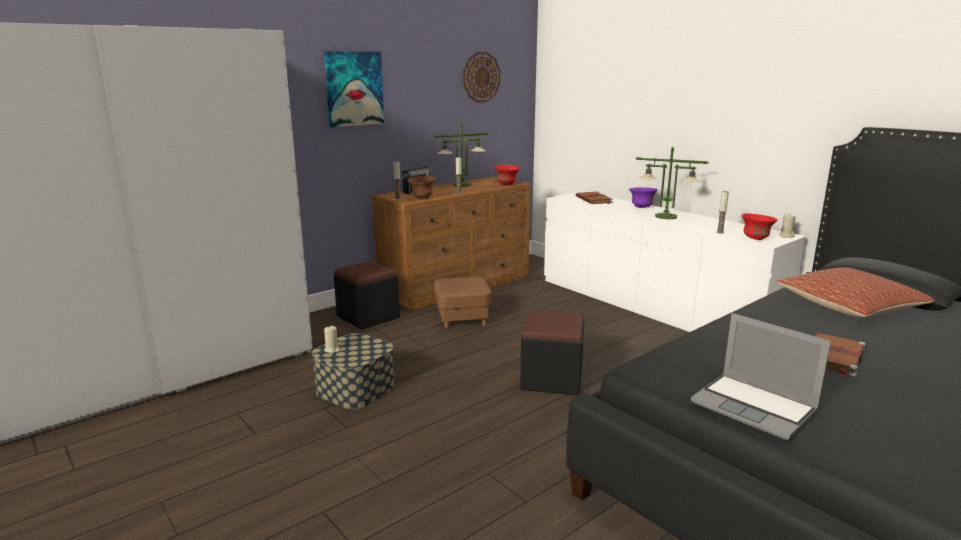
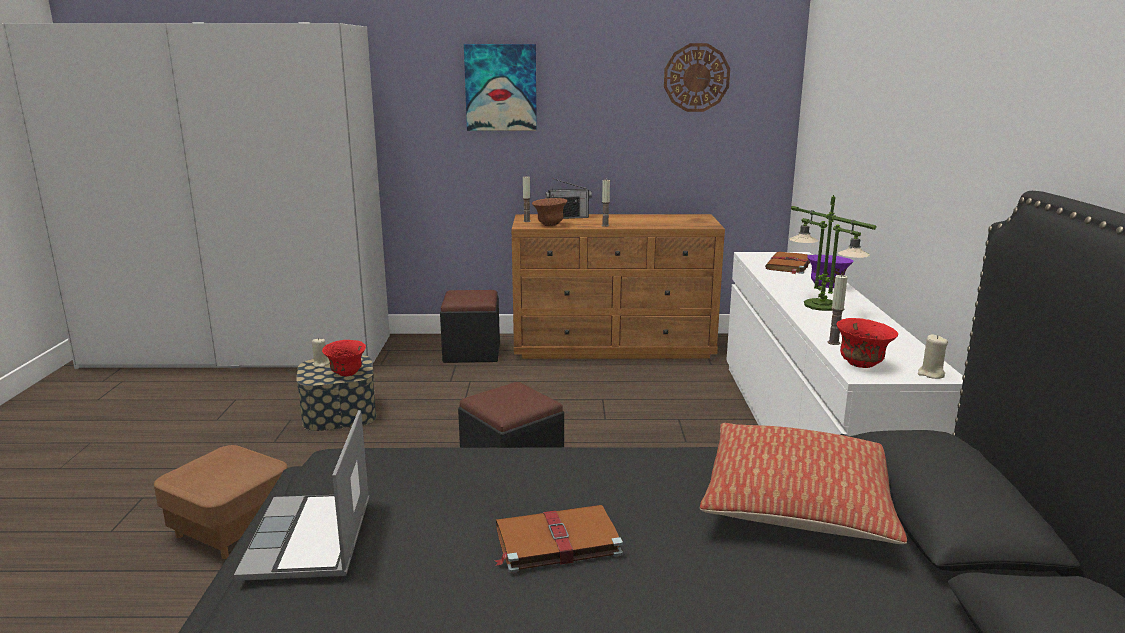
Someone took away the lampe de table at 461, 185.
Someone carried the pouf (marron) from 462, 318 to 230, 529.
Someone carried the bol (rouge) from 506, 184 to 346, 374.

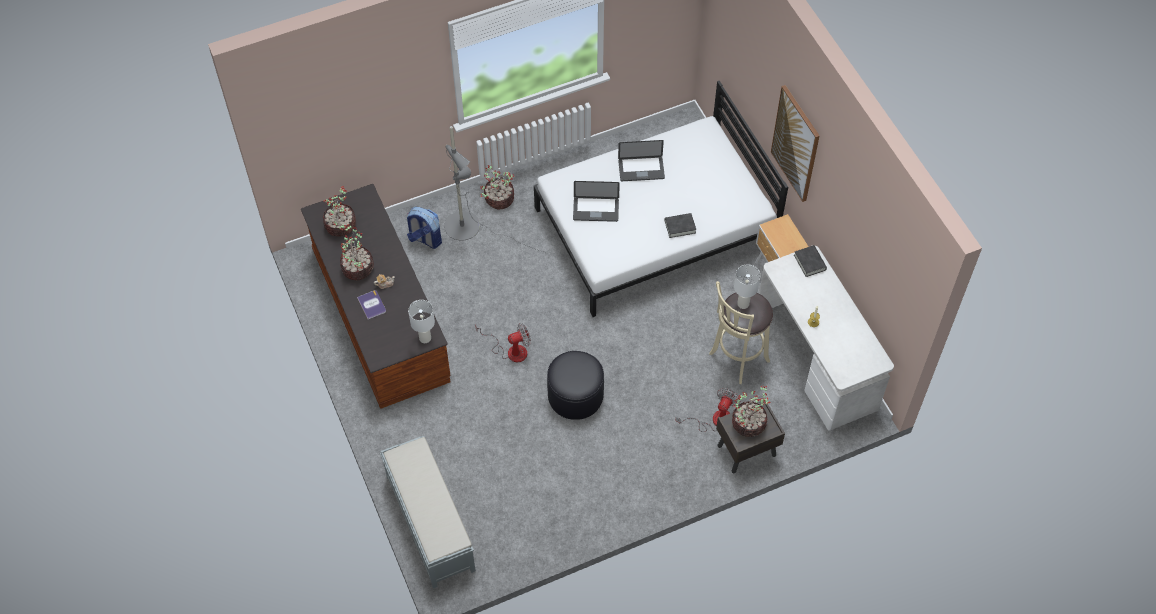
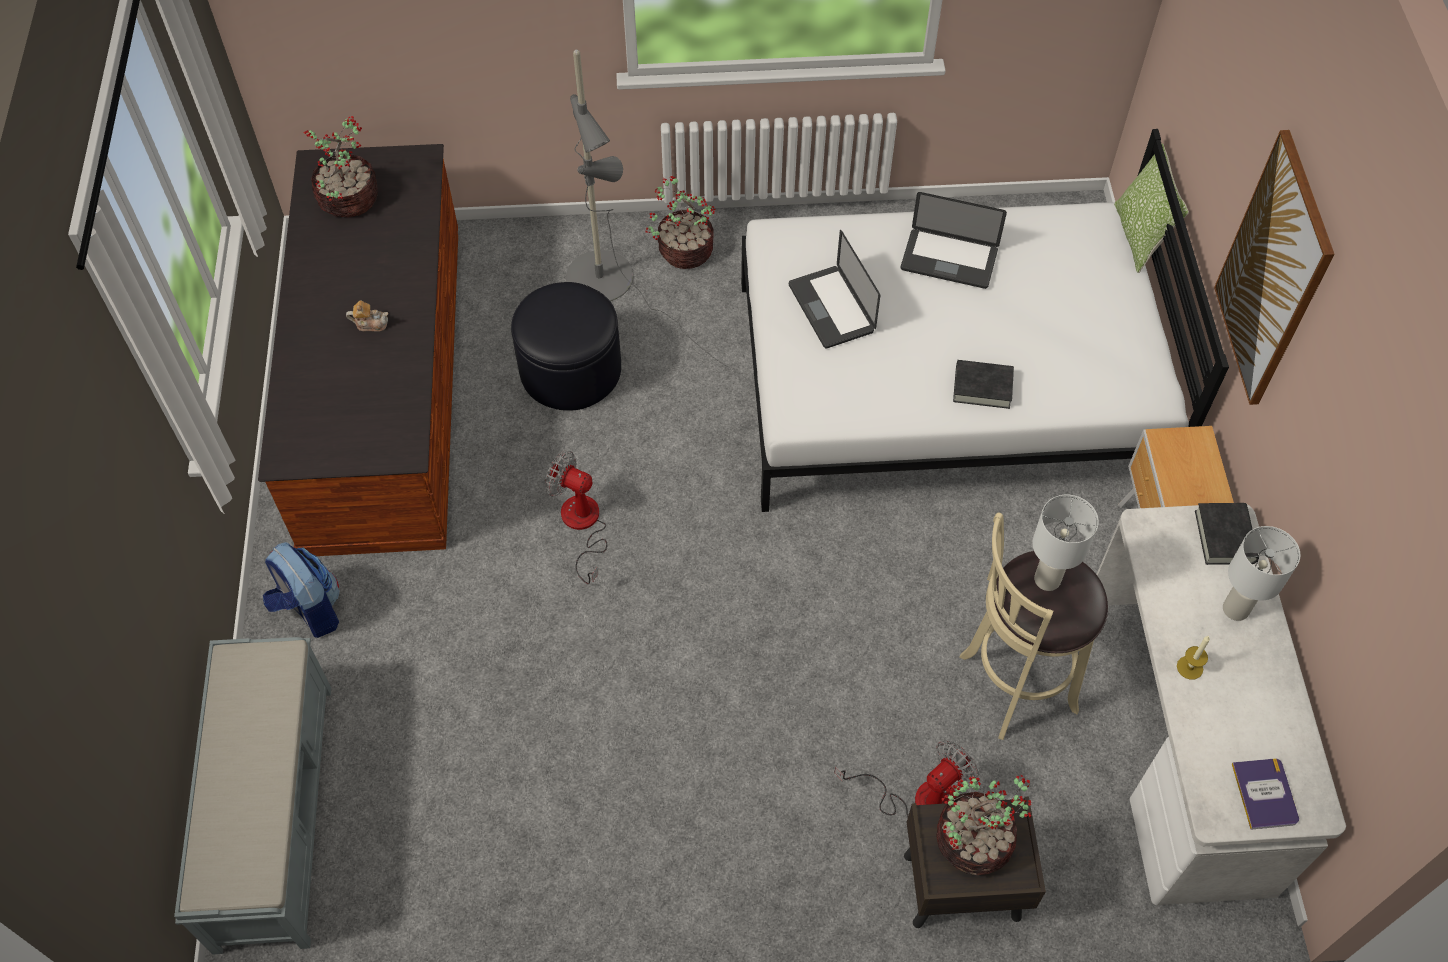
Someone took away the plante en pot at 357, 268.
Someone carried the livre from 372, 305 to 1265, 794.
Someone carried the sac à dos from 425, 239 to 310, 610.
Someone carried the lampe de table (blanc) from 424, 338 to 1235, 608.
Someone rotated the ventilateur at 510, 350 by 150 degrees counterclockwise.
Someone carried the pouf (noir) from 575, 395 to 570, 370.
Someone rotated the ordinateur portable at 596, 210 by 45 degrees clockwise.
Someone put down the coussin at 1139, 237.

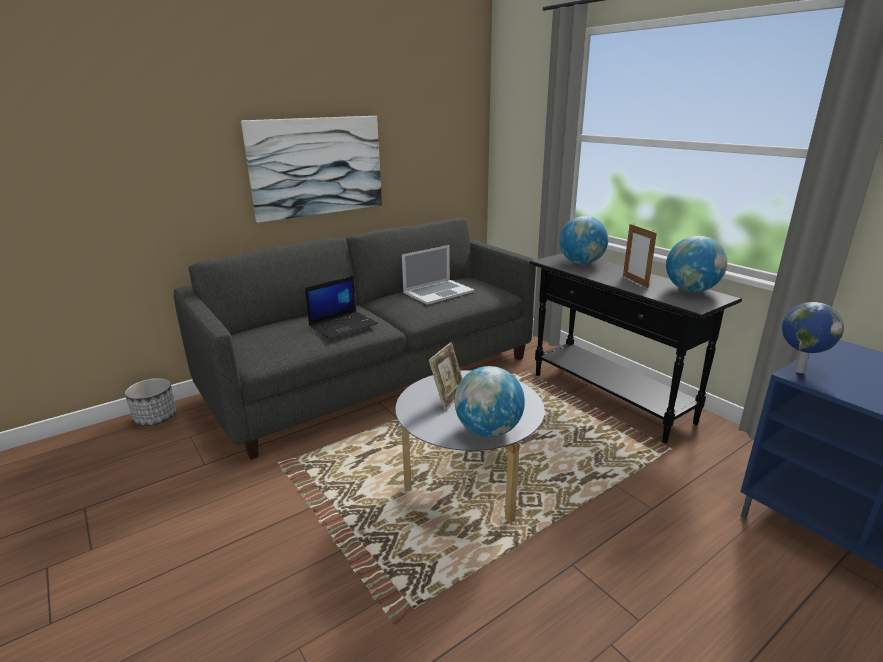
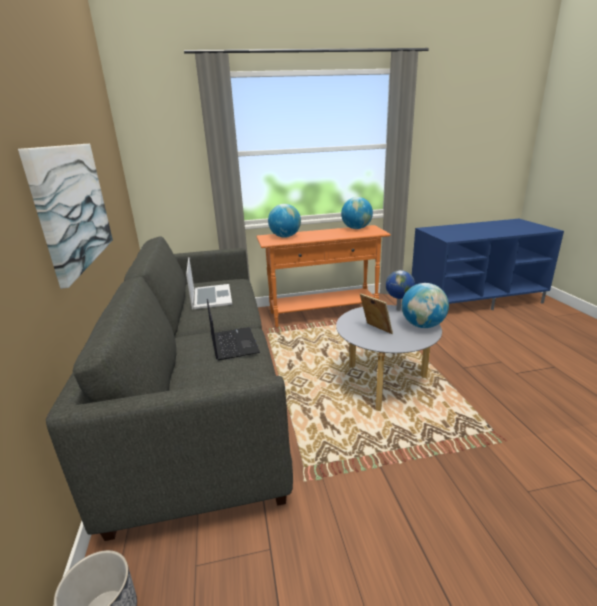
Someone repainted the table console (noir) at 610, 397, which became the table console (orange) at 323, 313.
Someone took away the cadre photo at 635, 281.
Someone carried the globe from 798, 370 to 397, 309.

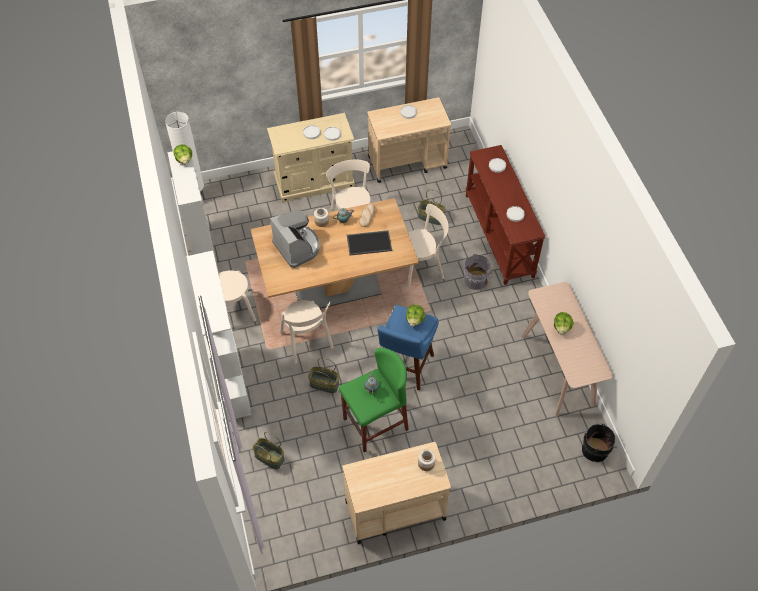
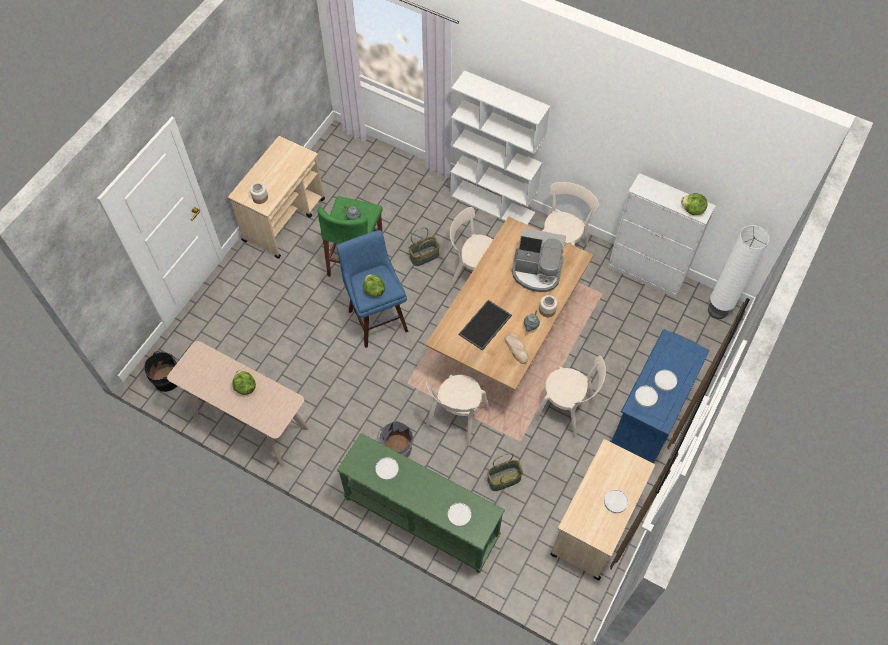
Someone took away the panier at 269, 457.
Someone repainted the commode (beige) at 314, 182, which became the commode (bleu) at 648, 419.
Someone repainted the table console (marron) at 500, 235, which became the table console (vert) at 420, 519.

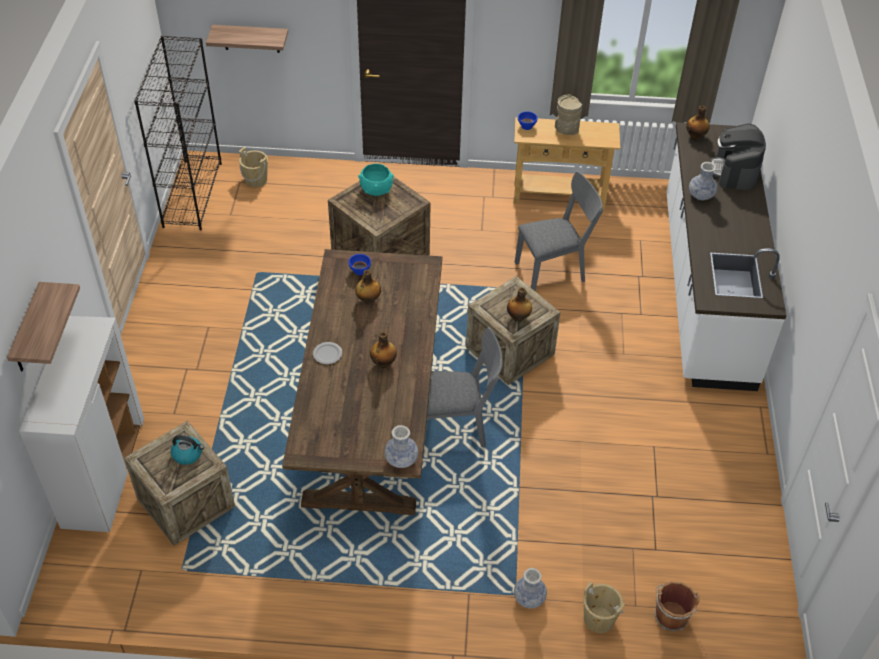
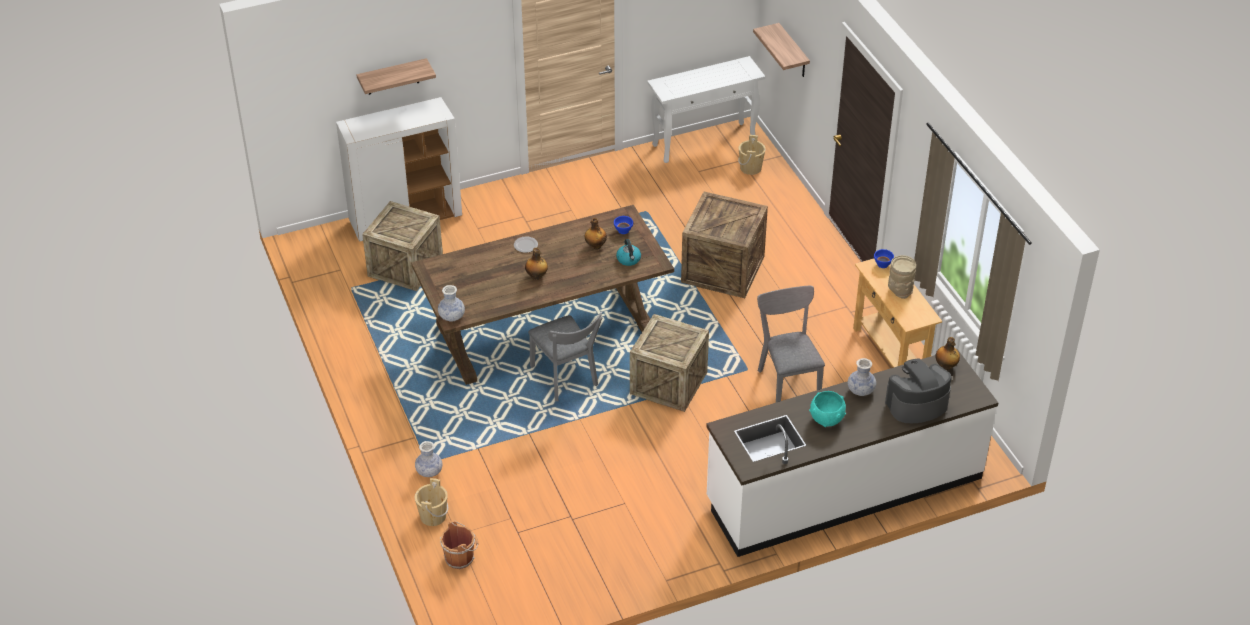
Someone swapped the bibliothèque (noir) at 192, 194 for the table console (blanc) at 704, 142.
Someone carried the bouilloire from 188, 454 to 629, 259.
Someone carried the bol (turquoise) from 376, 190 to 826, 419.
Someone took away the bouteille at 518, 317.
Someone rotated the chaise (gris) at 555, 270 by 150 degrees counterclockwise.

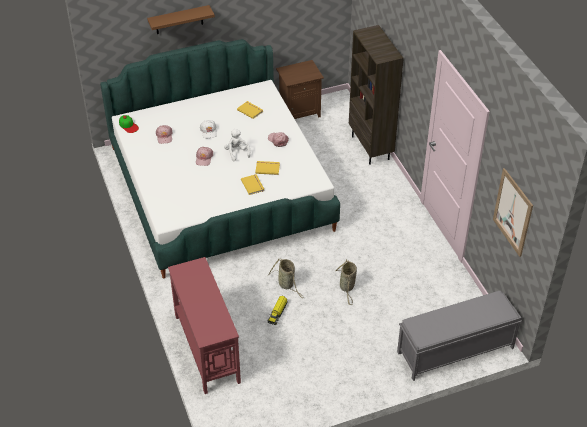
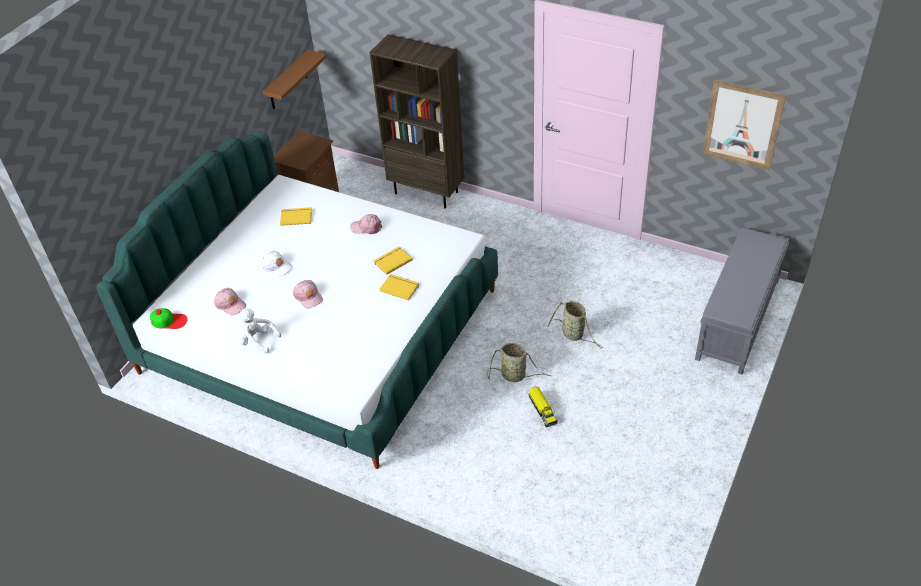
Someone carried the étagère (marron) from 179, 20 to 287, 81.
Someone took away the table console (rouge) at 207, 347.
Someone carried the peluche (blanc) from 237, 152 to 258, 341.

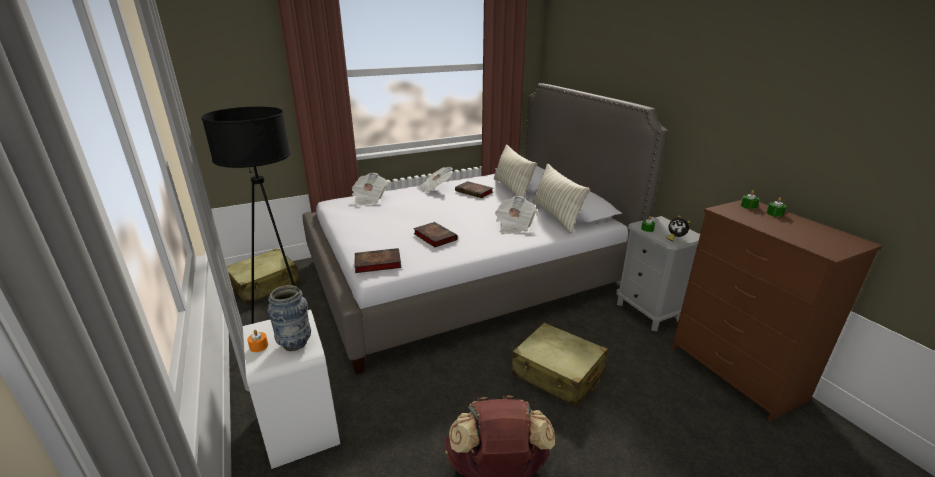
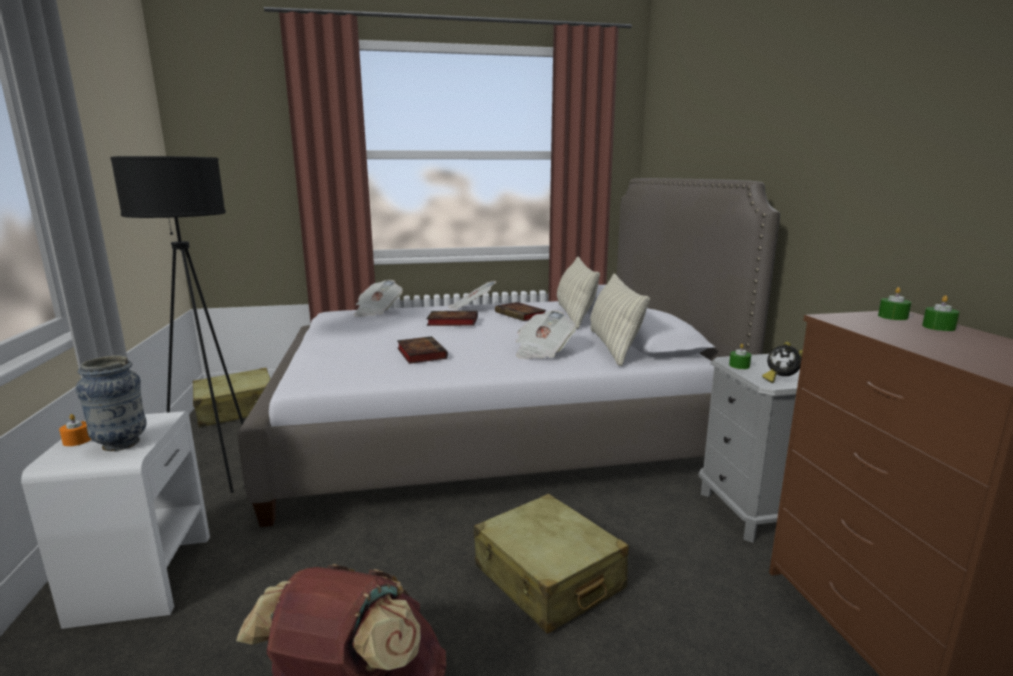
Someone carried the livre from 376, 263 to 451, 322.

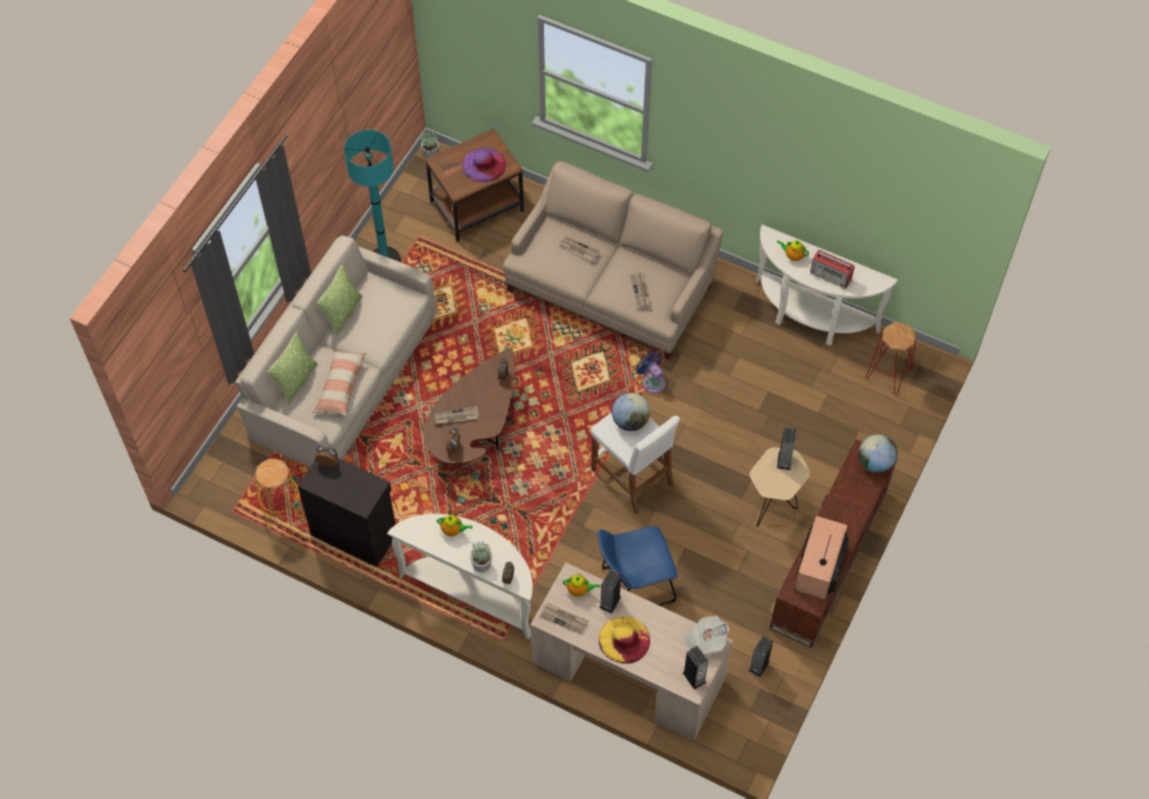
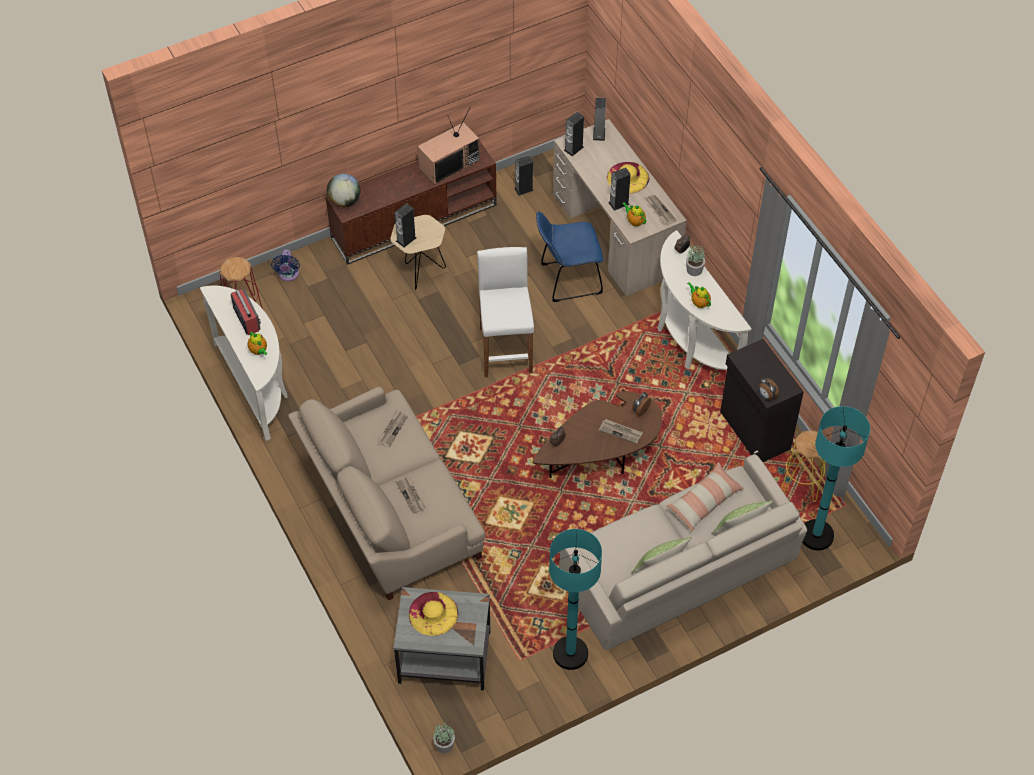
Someone repainted the table d'appoint (marron) at 476, 206, which became the table d'appoint (gris) at 444, 658.
Someone repainted the chapeau (violet) at 484, 165, which became the chapeau (jaune) at 433, 613.
Someone rotated the chaise (bleu) at 634, 586 by 150 degrees clockwise.
Someone took away the globe at 630, 421.
Someone carried the ventilateur (bleu) from 652, 382 to 288, 275.
Someone swapped the journal at 705, 641 for the enceinte at 573, 148.
Someone put down the lampadaire (turquoise) at 816, 535.

